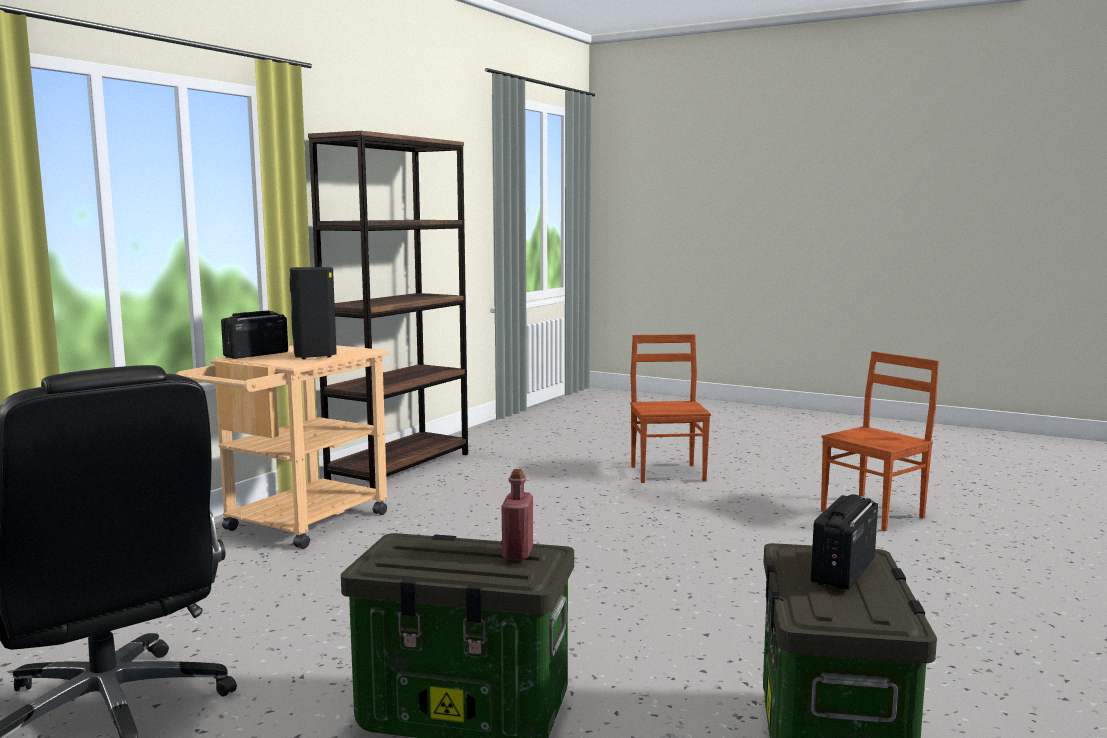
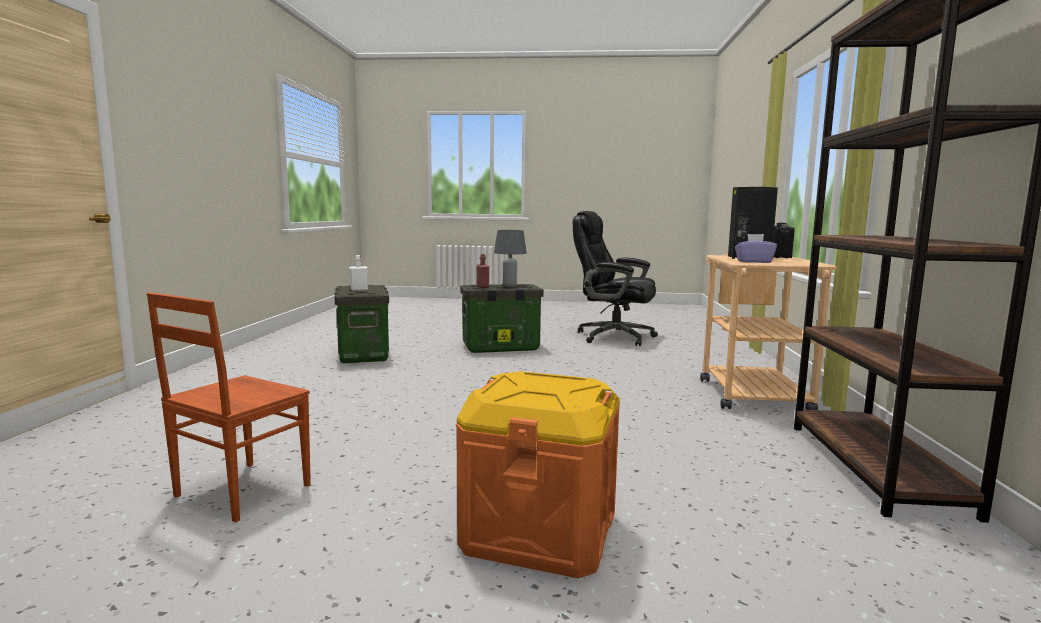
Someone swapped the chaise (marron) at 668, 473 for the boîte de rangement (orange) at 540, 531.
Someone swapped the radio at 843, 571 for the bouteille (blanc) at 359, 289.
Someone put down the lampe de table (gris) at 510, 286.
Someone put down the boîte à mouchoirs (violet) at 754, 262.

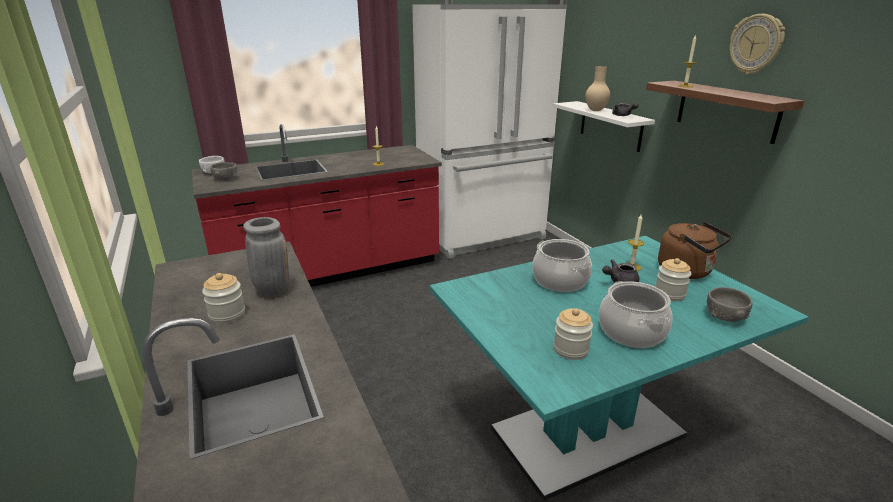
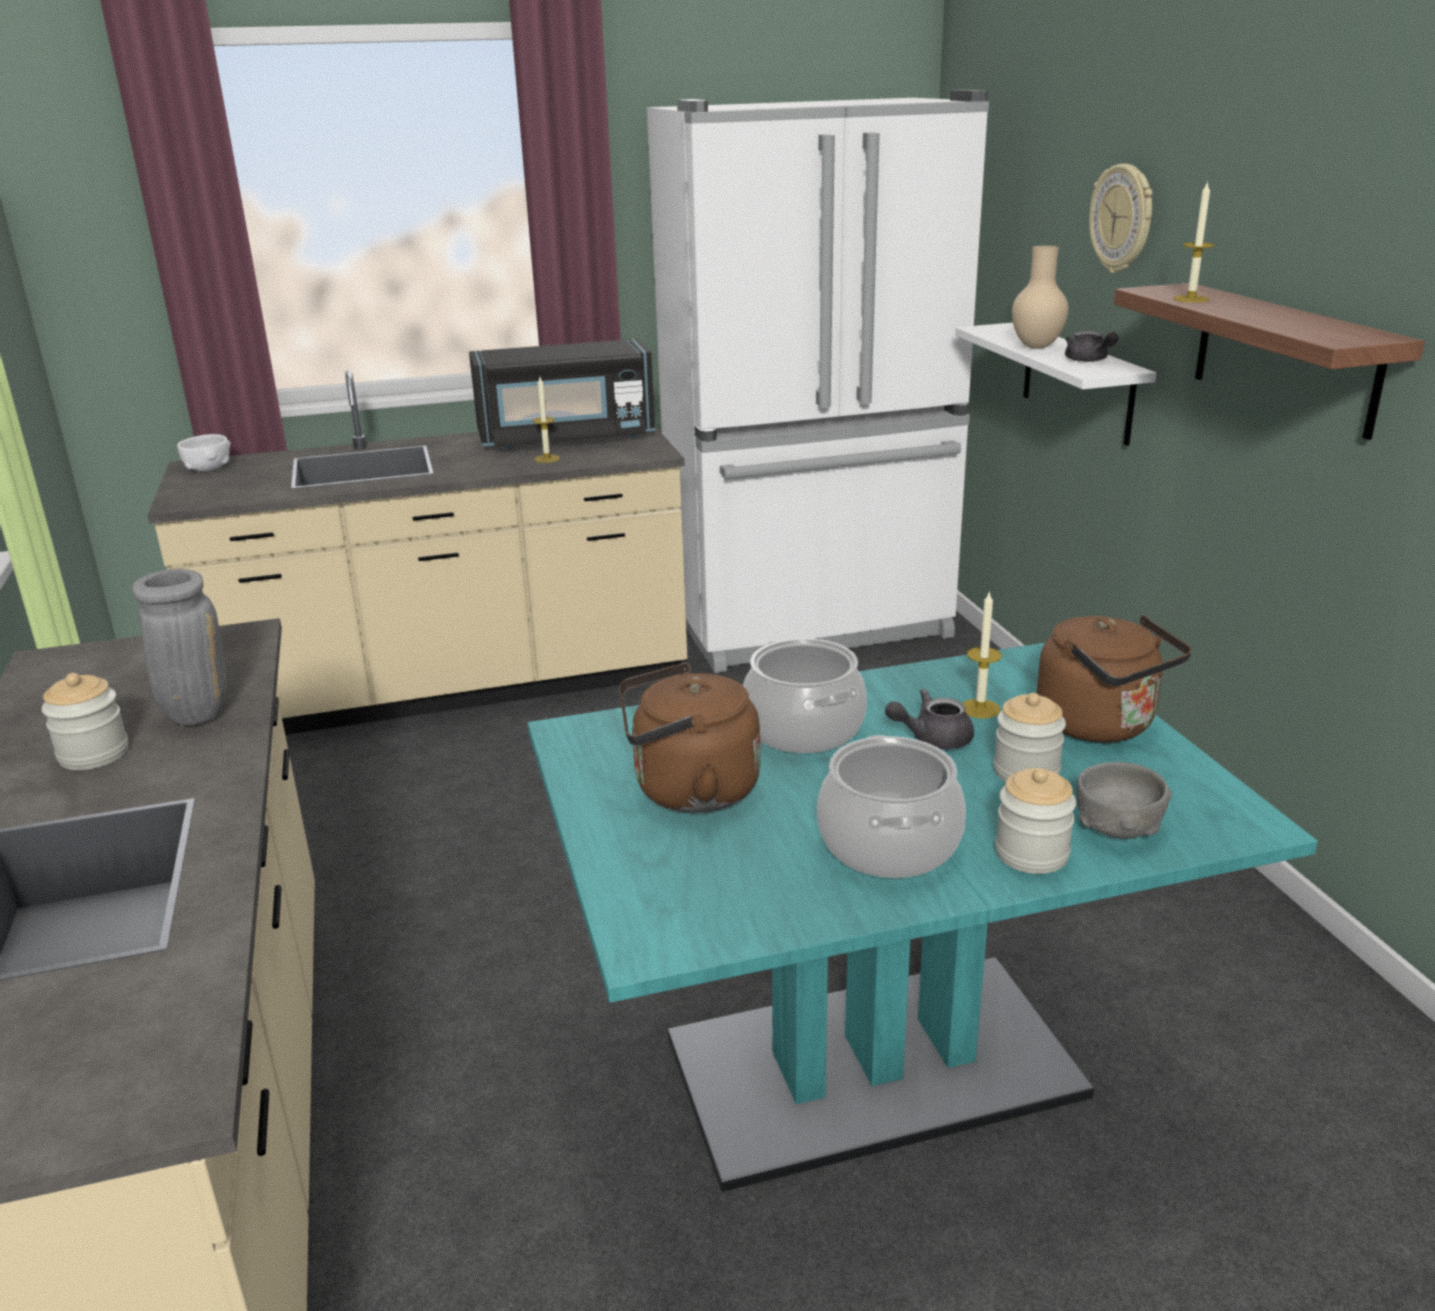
Someone repainted the comptoir de cuisine (rouge) at 331, 272, which became the comptoir de cuisine (beige) at 453, 689.
Someone took away the bol (gris) at 225, 179.
Someone carried the bocal from 570, 349 to 1031, 854.
Someone carried the horloge murale from 756, 44 to 1123, 218.
Someone put down the micro-ondes (noir) at 566, 438.
Someone put down the bouilloire (marron) at 688, 791.

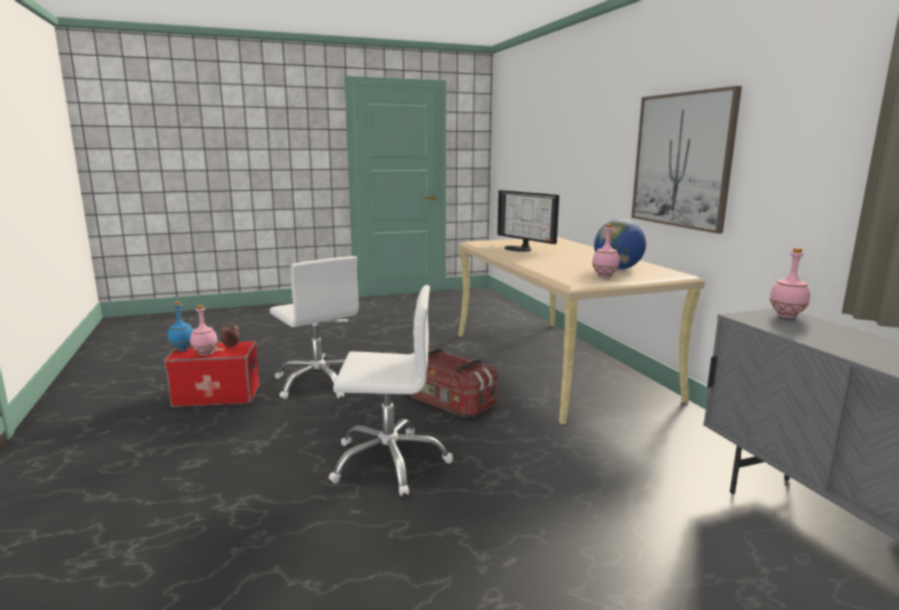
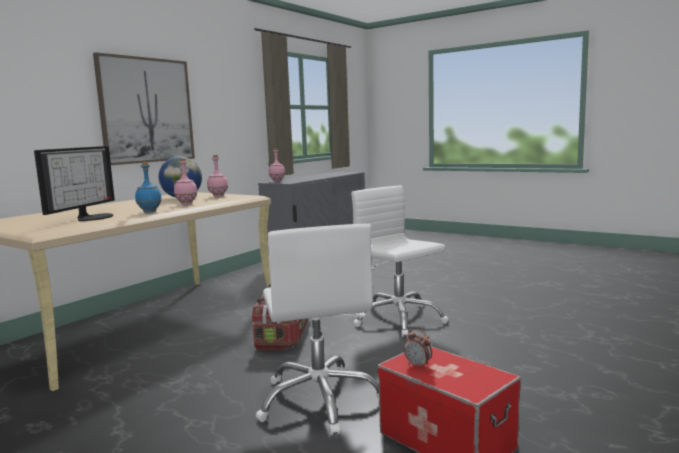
Someone carried the bouteille (bleu) from 182, 349 to 150, 211.
Someone carried the bouteille (rose) from 205, 354 to 187, 204.
Someone rotated the chaise de bureau (blanc) at 319, 382 by 150 degrees clockwise.

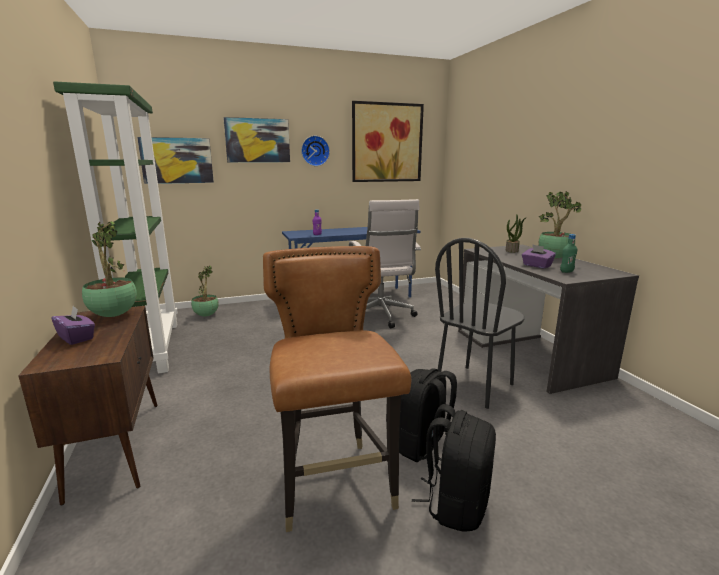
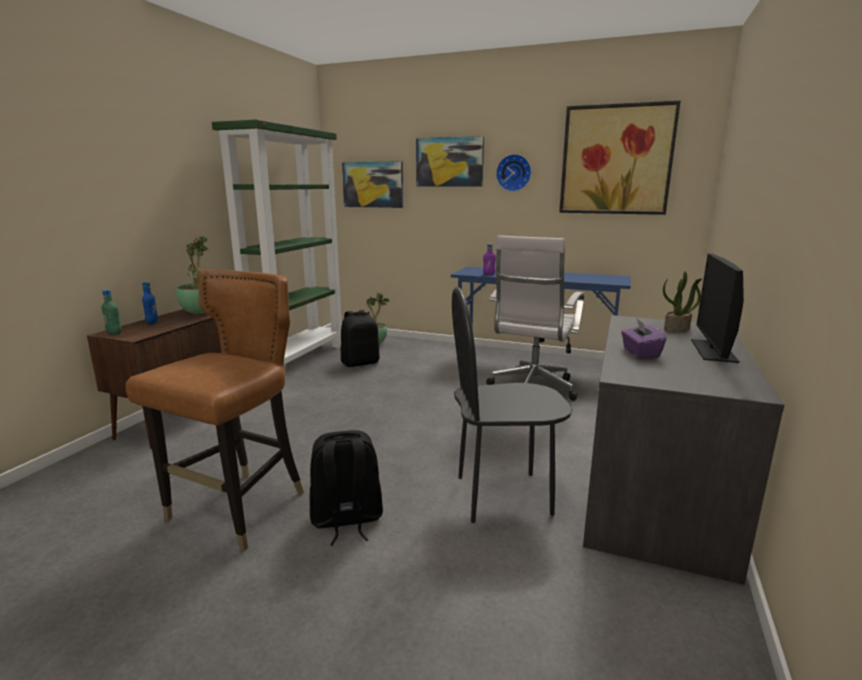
Someone swapped the boîte à mouchoirs (violet) at 76, 338 for the bouteille (bleu) at 152, 322.
Someone carried the sac à dos (noir) from 455, 504 to 360, 363.
Someone swapped the plante en pot at 555, 258 for the écran d'ordinateur at 713, 350.
Someone carried the bouteille (vert) from 566, 271 to 114, 333.

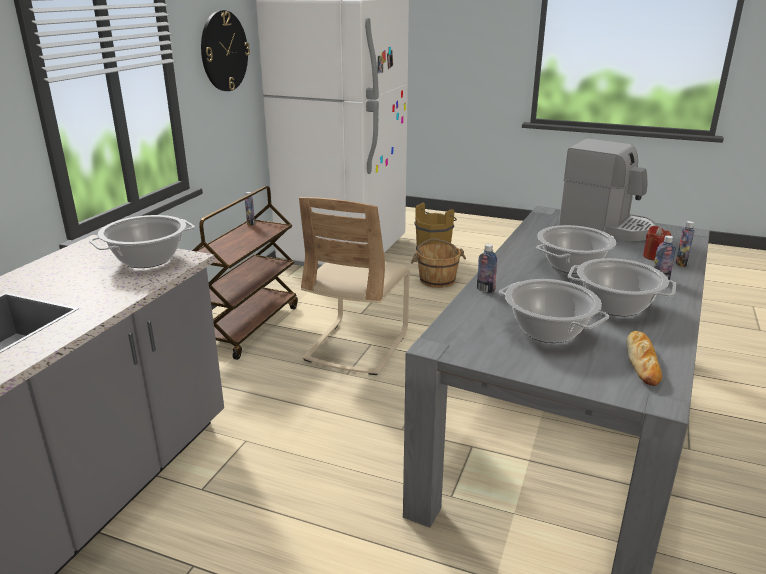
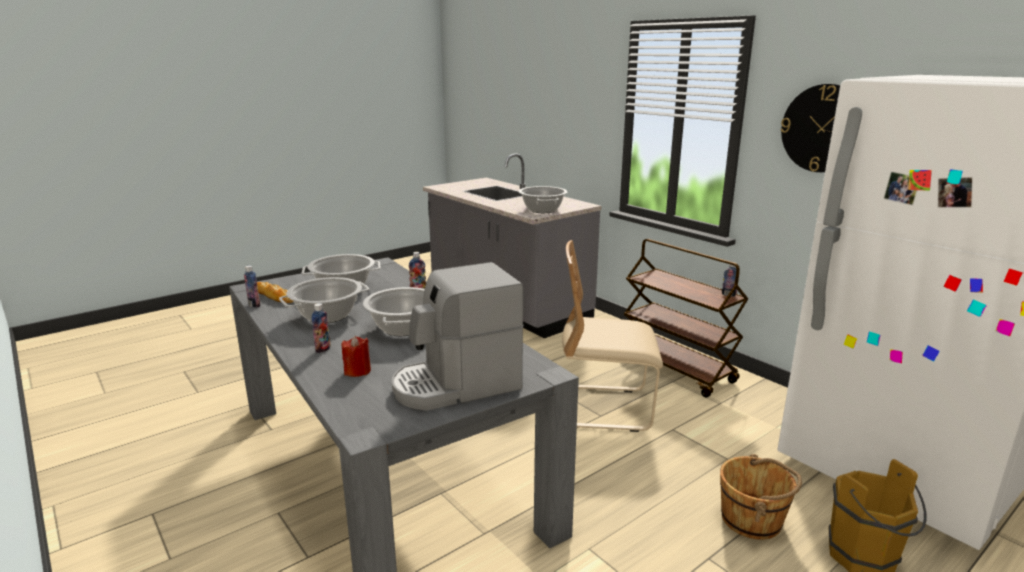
Someone rotated the chaise (beige) at 357, 345 by 45 degrees counterclockwise.
Someone carried the bouteille from 681, 264 to 254, 305.

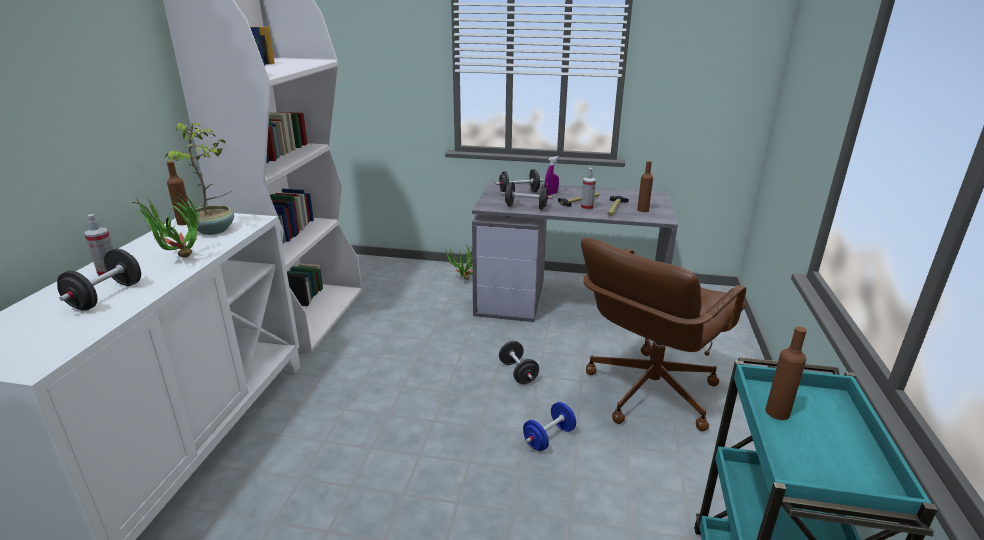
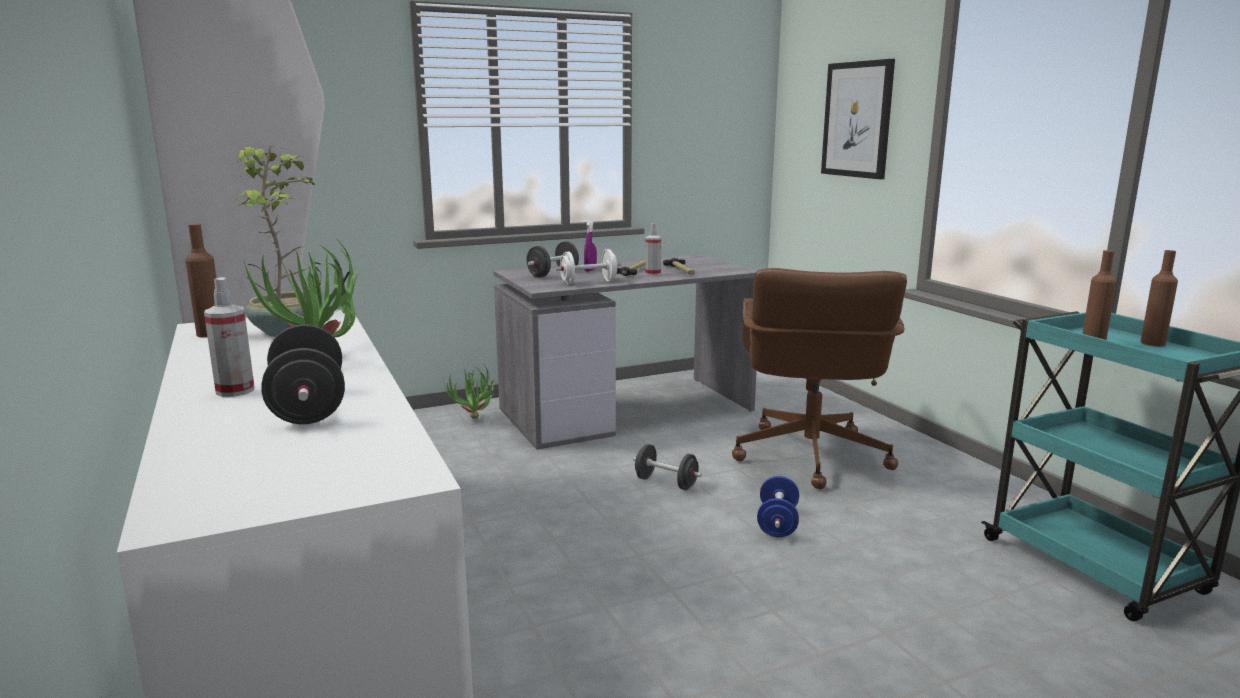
Someone repainted the haltère (noir) at 526, 207, which became the haltère (blanc) at 588, 282.
Someone carried the bouteille (marron) from 643, 210 to 1152, 343.
Someone put up the tableau at 857, 119.

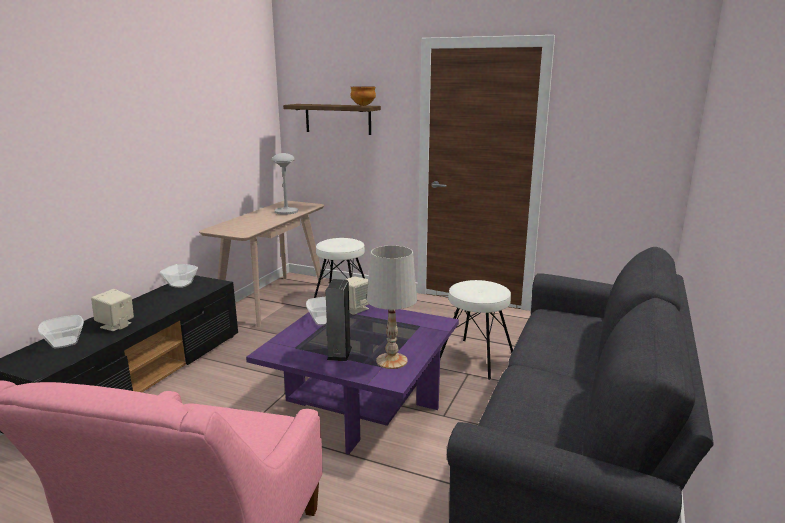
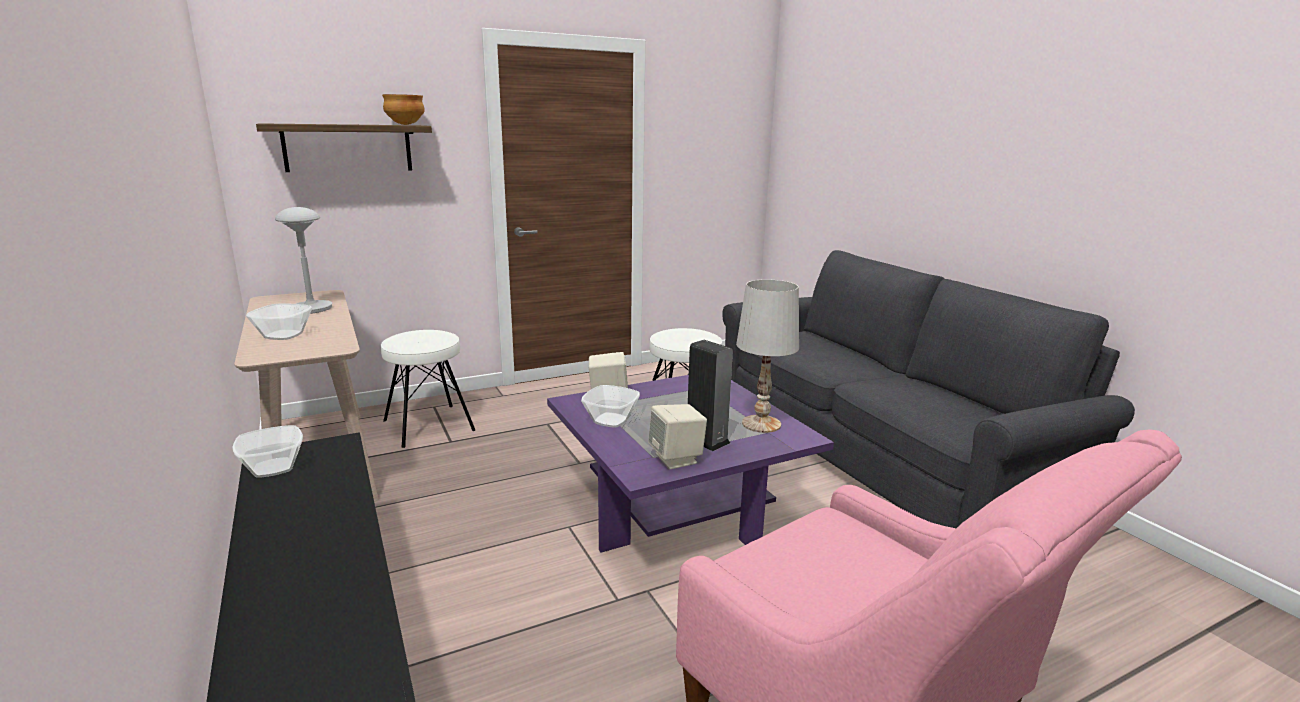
Someone carried the bol from 64, 343 to 284, 335.
Someone carried the enceinte (beige) from 116, 325 to 676, 458.

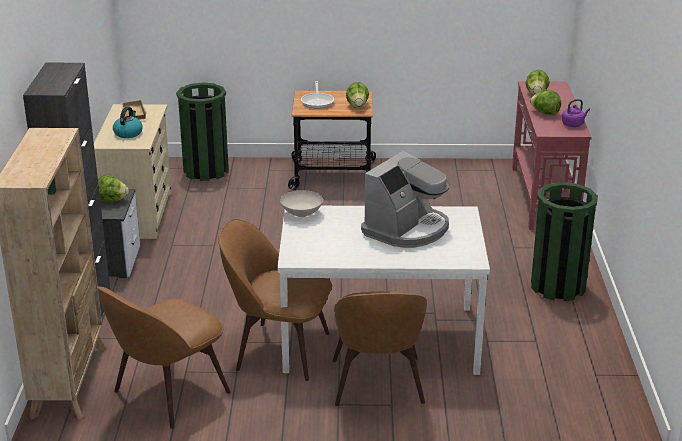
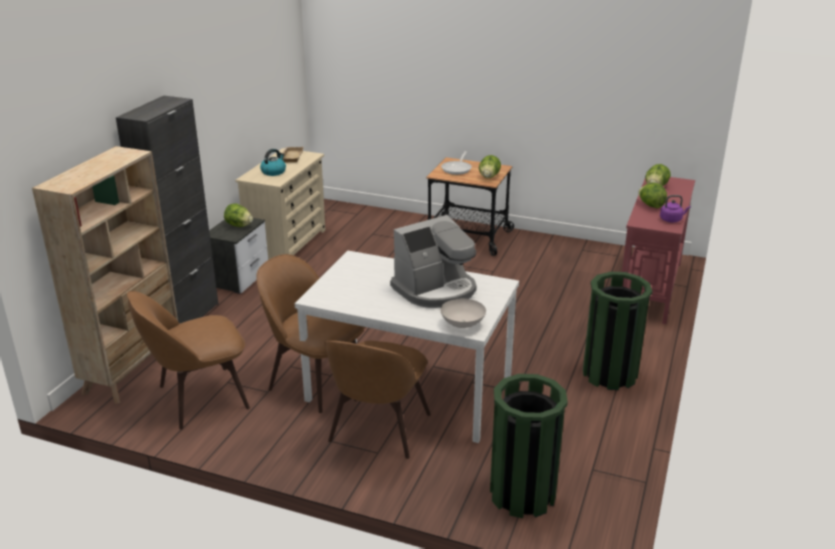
Someone carried the poubelle (vert) from 206, 171 to 522, 494.
Someone carried the bol (blanc) from 301, 213 to 462, 324.

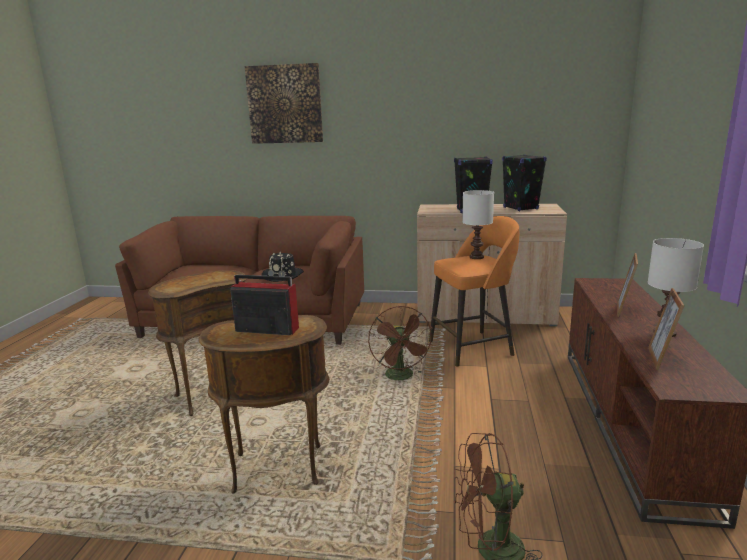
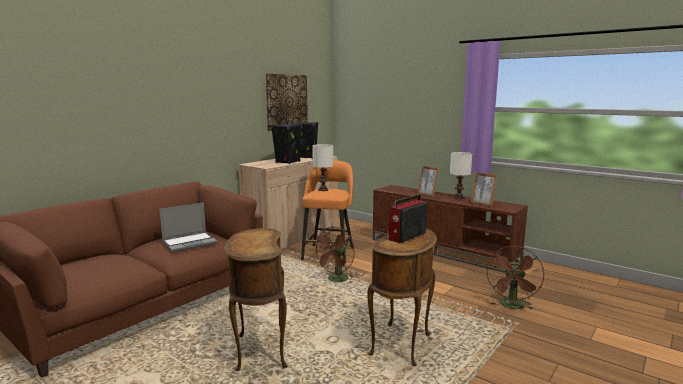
Someone carried the tableau from 285, 104 to 286, 102.
Someone swapped the chapeau (noir) at 283, 275 for the ordinateur portable at 190, 243.
Someone rotated the ventilateur (marron) at 402, 377 by 105 degrees clockwise.

